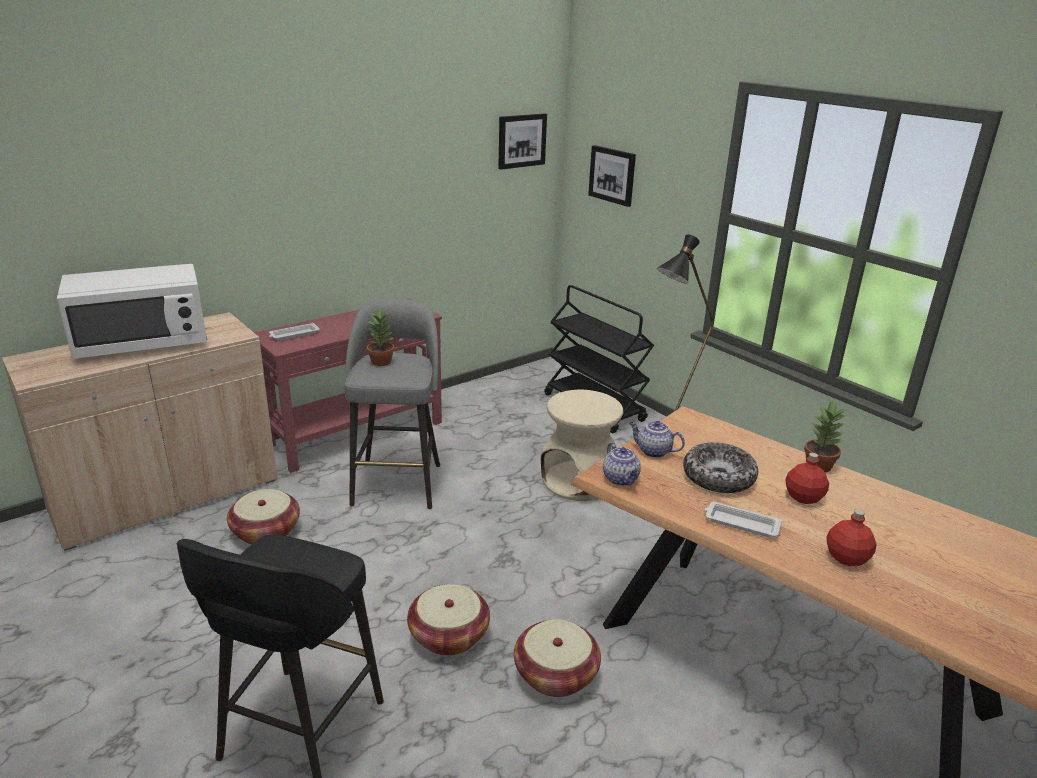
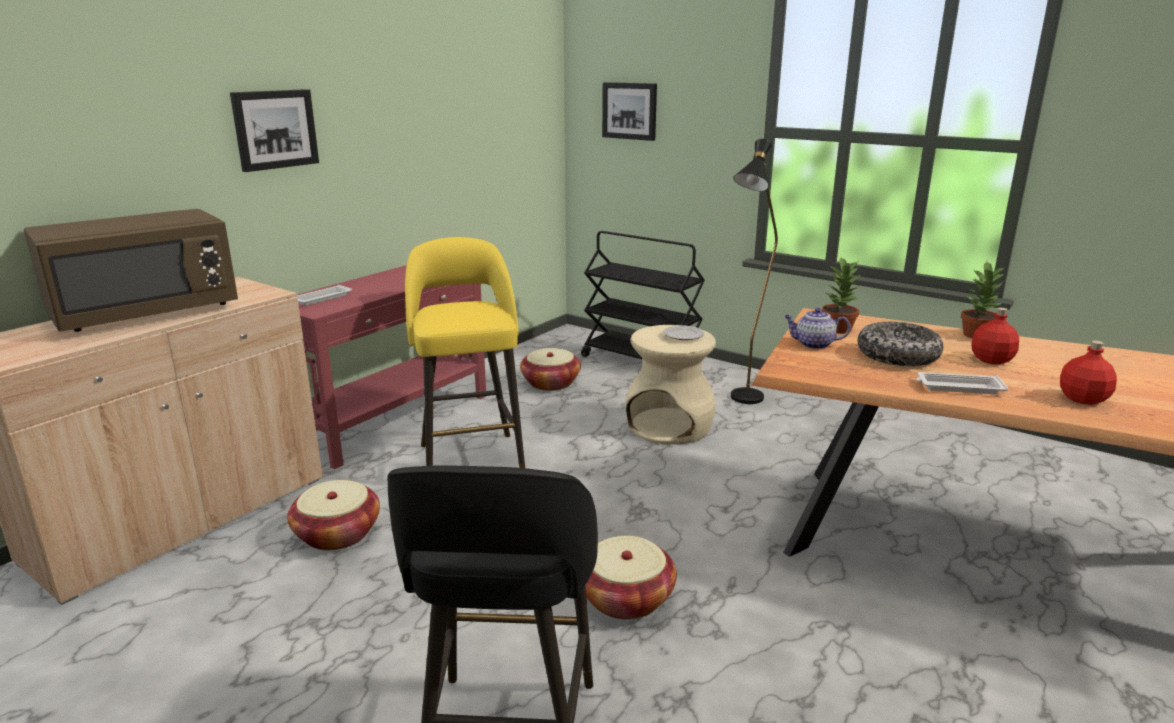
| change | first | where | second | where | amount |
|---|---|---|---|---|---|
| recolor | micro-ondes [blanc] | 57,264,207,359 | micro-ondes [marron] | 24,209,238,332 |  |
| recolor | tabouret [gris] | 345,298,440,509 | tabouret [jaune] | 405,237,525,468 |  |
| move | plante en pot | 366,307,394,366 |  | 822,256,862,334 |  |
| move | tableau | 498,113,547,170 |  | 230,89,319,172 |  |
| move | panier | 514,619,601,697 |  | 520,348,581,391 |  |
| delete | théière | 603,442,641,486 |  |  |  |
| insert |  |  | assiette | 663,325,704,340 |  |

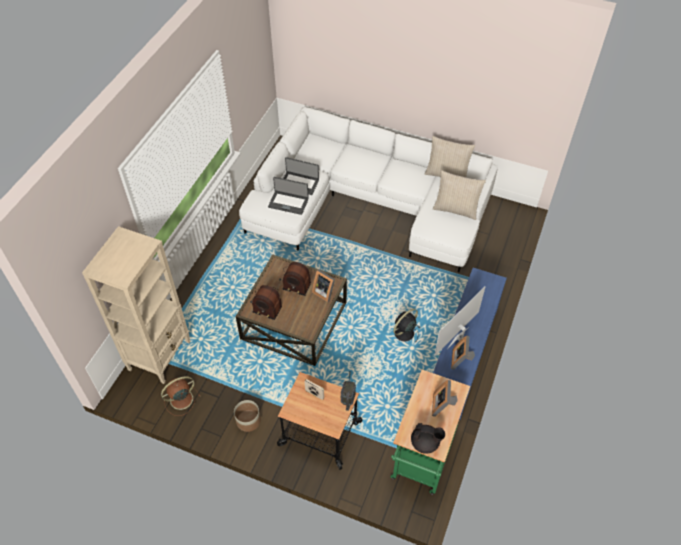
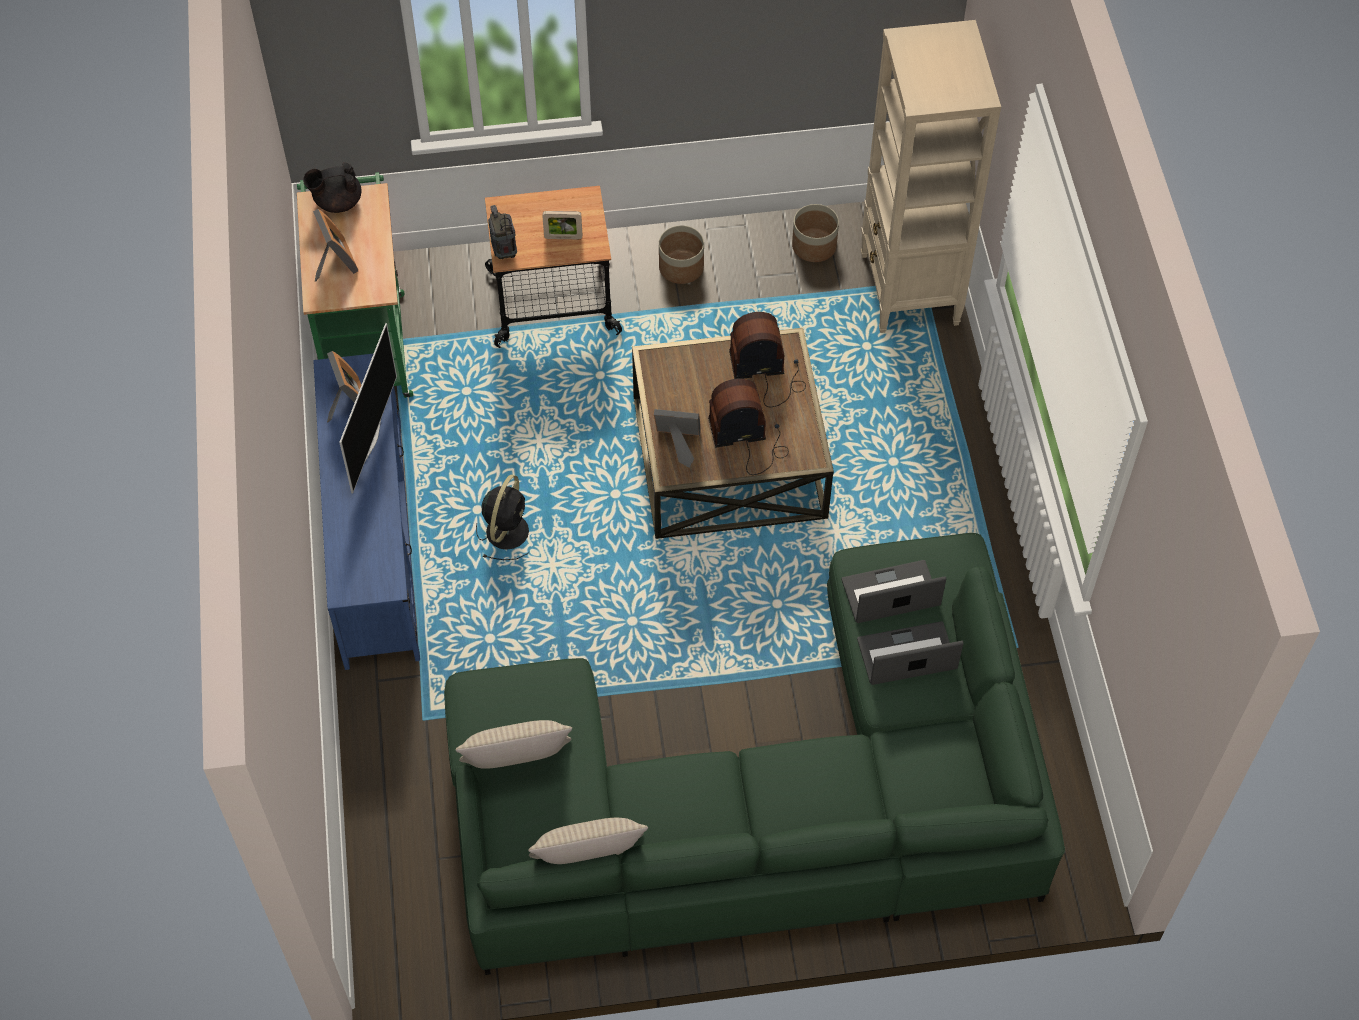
| change | first | where | second | where | amount |
|---|---|---|---|---|---|
| replace | ventilateur [marron] | 161,376,200,416 | cache-pot | 792,204,839,262 |  |
| recolor | canapé [blanc] | 239,107,498,272 | canapé [vert] | 444,533,1065,975 |  |

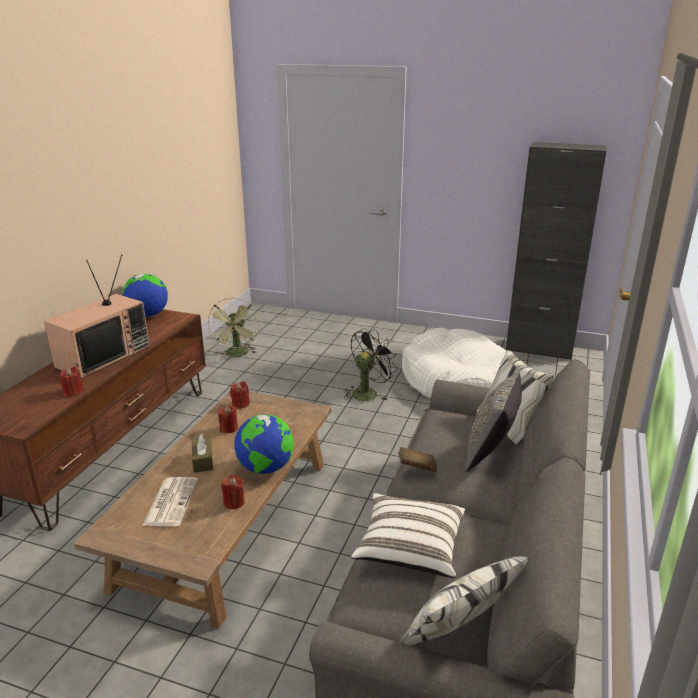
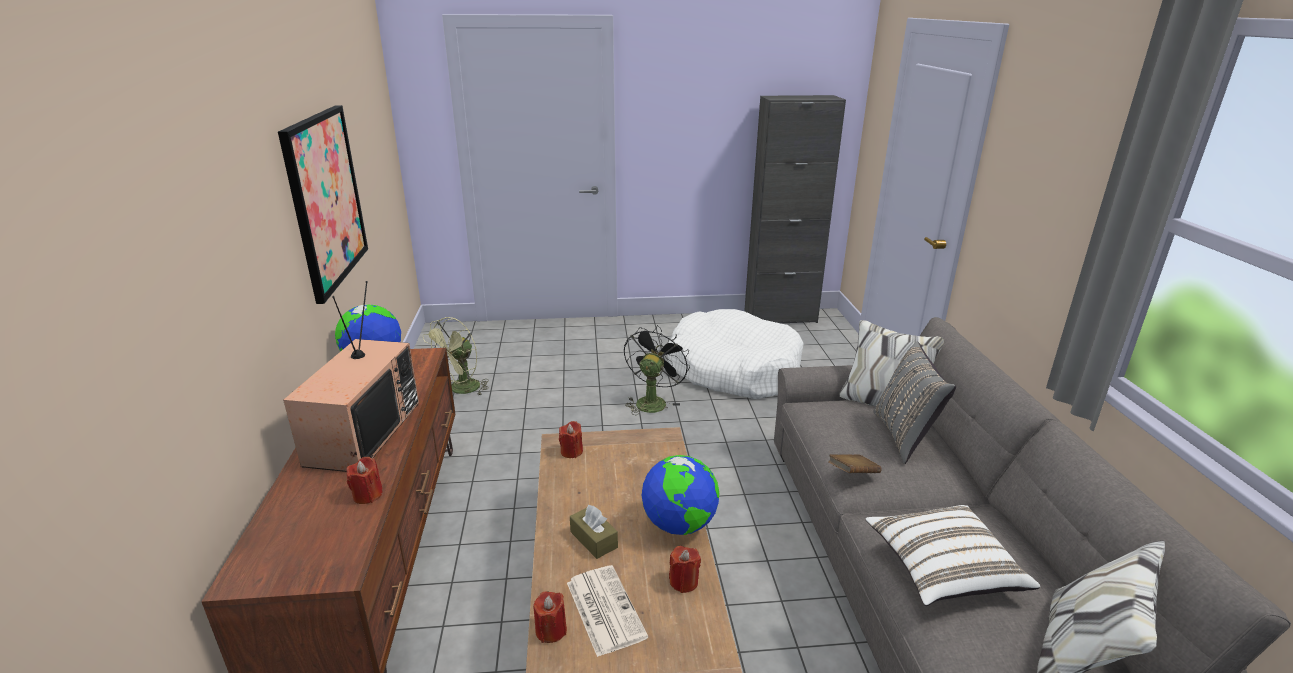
| change | first | where | second | where | amount |
|---|---|---|---|---|---|
| rotate | ventilateur [vert] | 208,297,260,357 |  | 423,317,489,395 | 60 degrees clockwise |
| move | bougie [rouge] | 218,405,238,433 |  | 533,591,567,643 |  |
| insert |  |  | tableau | 278,105,368,304 |  |

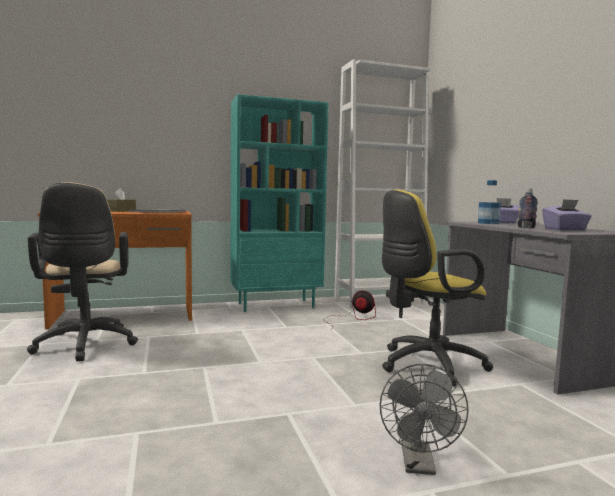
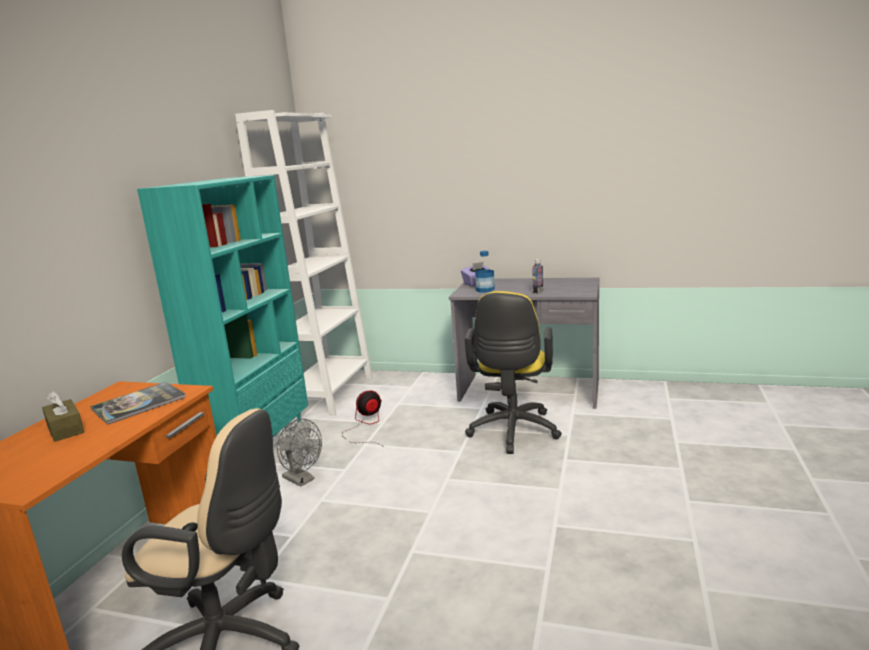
| change | first | where | second | where | amount |
|---|---|---|---|---|---|
| move | ventilateur [gris] | 379,364,469,475 |  | 277,419,322,487 |  |
| delete | boîte à mouchoirs [violet] | 542,199,592,231 |  |  |  |

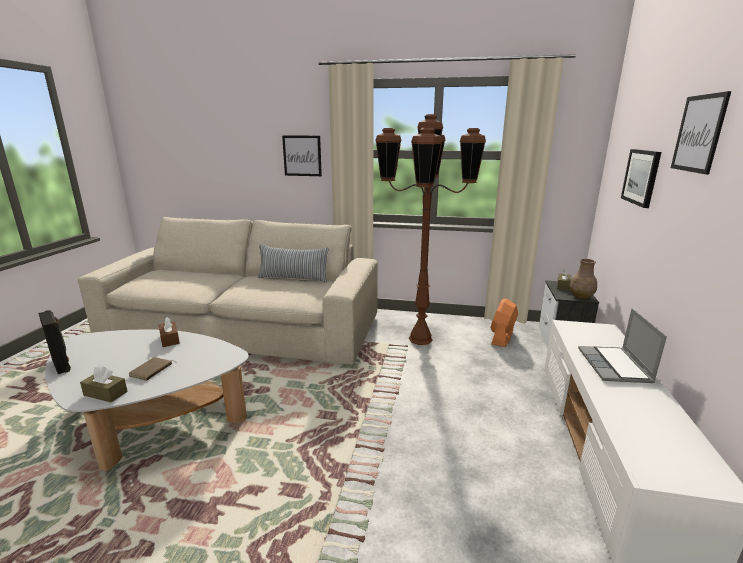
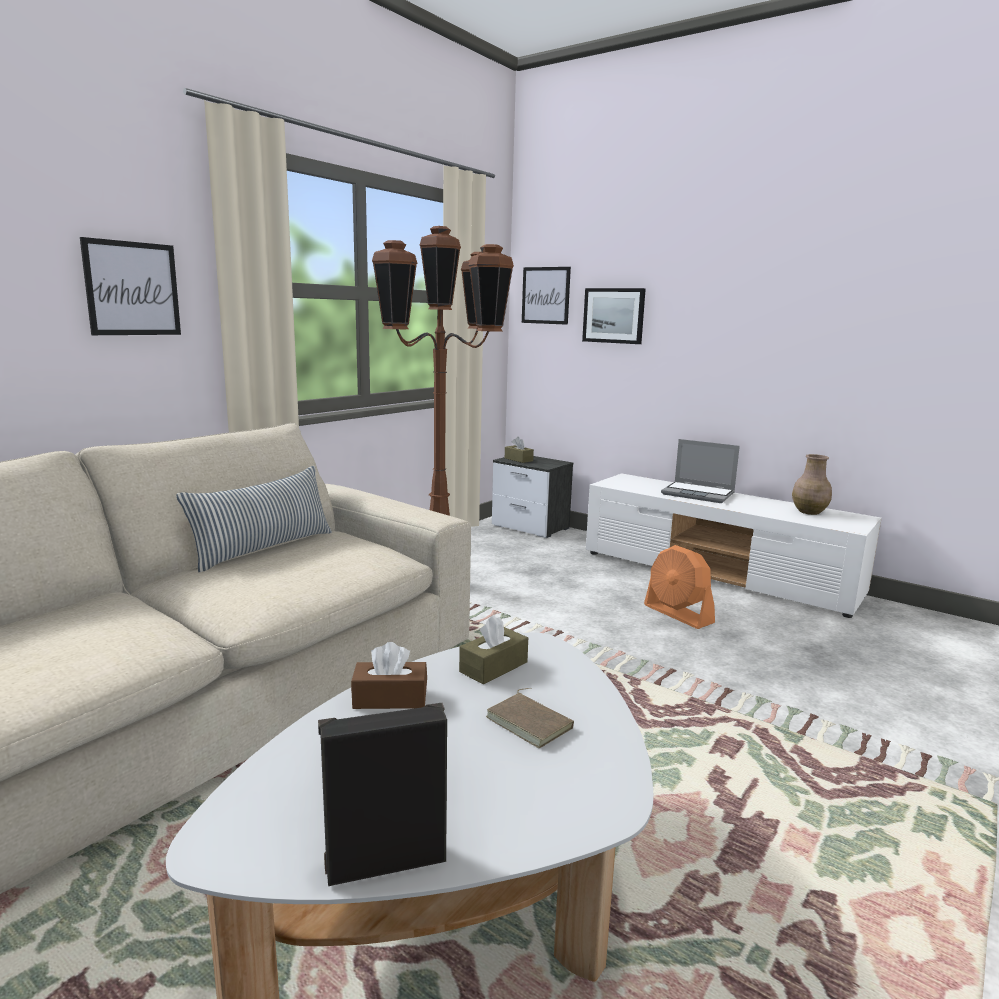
| change | first | where | second | where | amount |
|---|---|---|---|---|---|
| move | boîte à mouchoirs [marron] | 80,366,128,403 |  | 459,615,528,684 |  |
| move | ventilateur [orange] | 491,299,518,347 |  | 644,545,715,629 |  |
| move | vase [marron] | 570,259,597,300 |  | 792,454,832,515 |  |
| move | tableau | 671,91,731,175 |  | 522,267,571,325 |  |

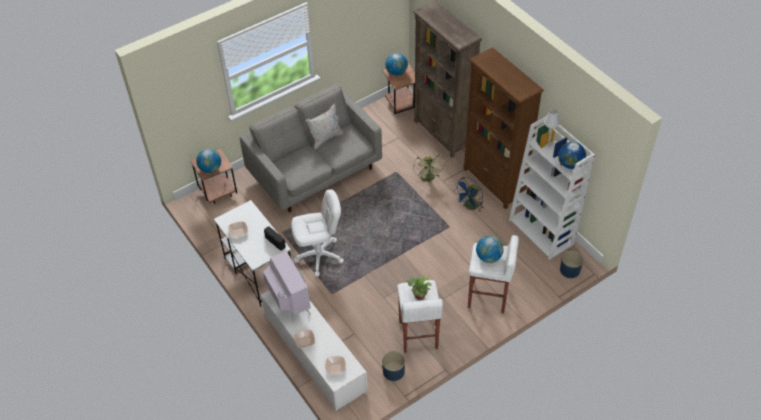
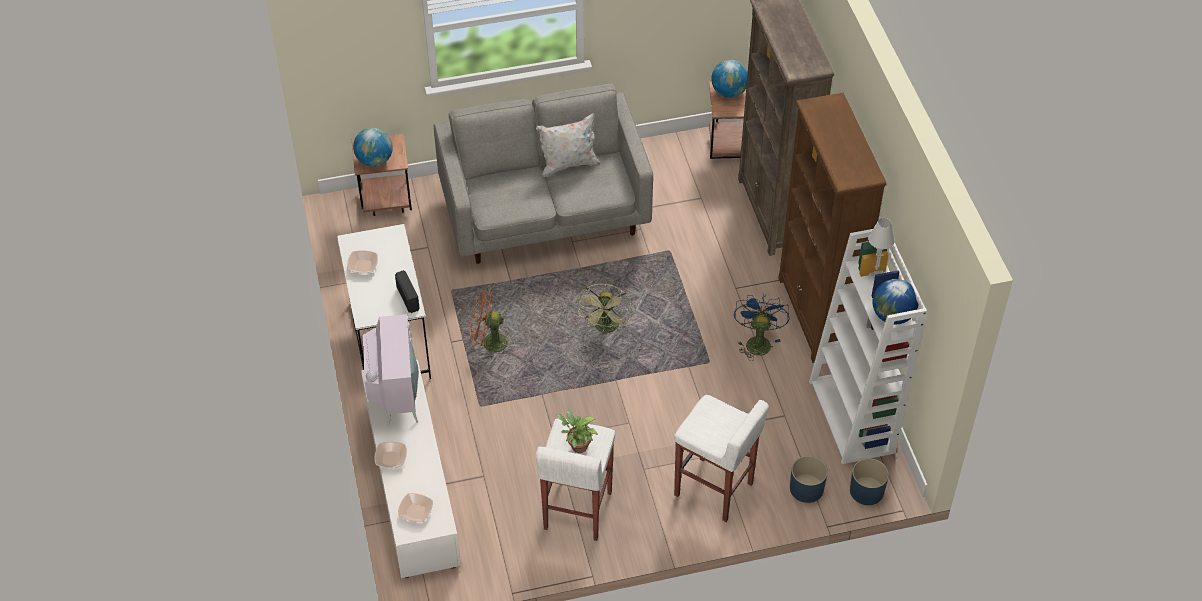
| change | first | where | second | where | amount |
|---|---|---|---|---|---|
| replace | chaise de bureau [blanc] | 291,189,344,276 | ventilateur [orange] | 470,291,511,358 |  |
| move | cache-pot [bleu] | 382,351,405,381 |  | 790,456,828,503 |  |
| move | ventilateur [vert] | 413,152,445,183 |  | 578,284,633,333 |  |
| rotate | ventilateur [bleu] | 454,177,484,212 |  | 734,294,790,361 | 120 degrees clockwise |
| delete | globe | 476,236,504,263 |  |  |  |

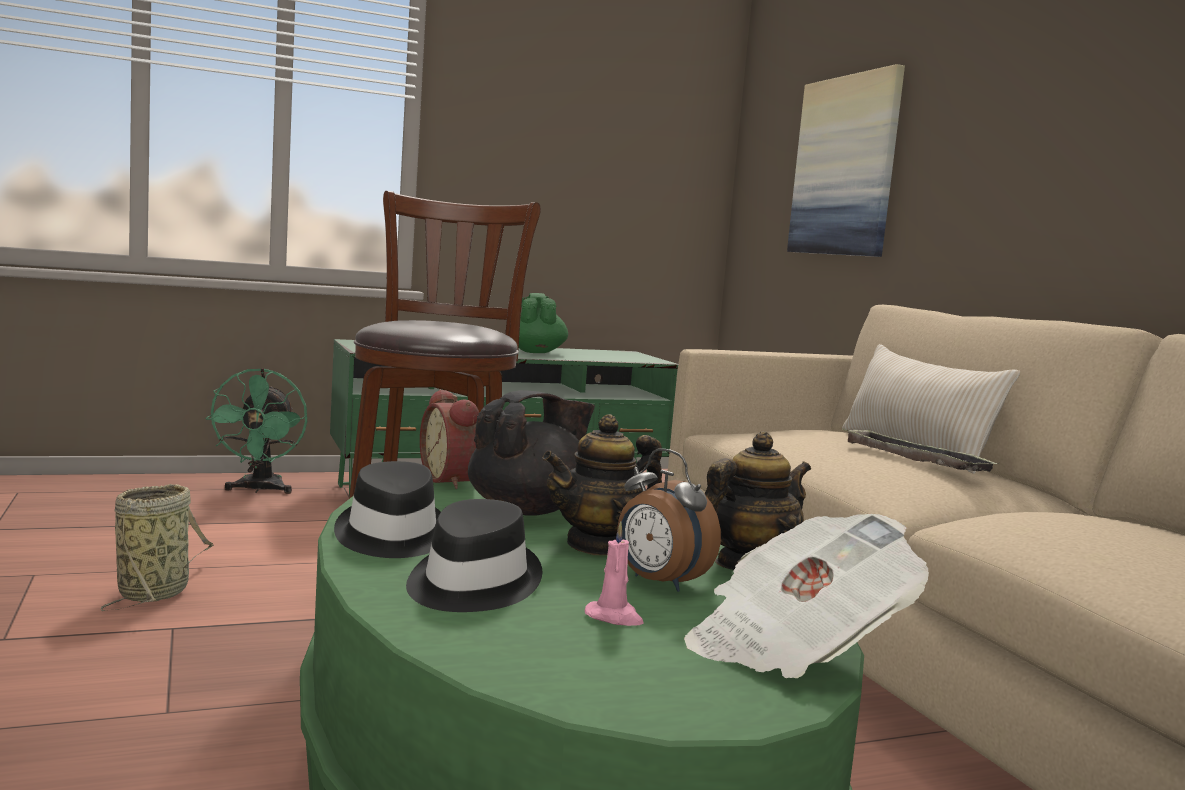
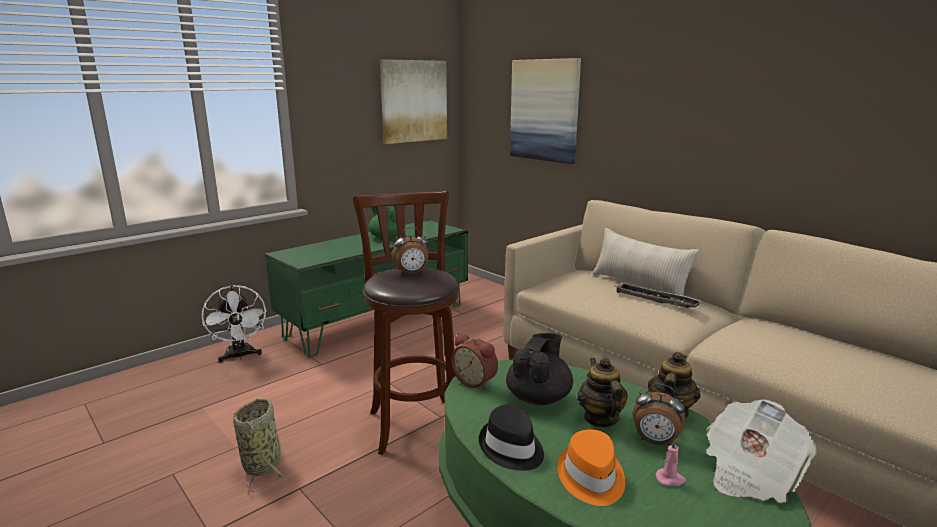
| change | first | where | second | where | amount |
|---|---|---|---|---|---|
| recolor | ventilateur [vert] | 205,368,307,494 | ventilateur [blanc] | 202,285,267,362 |  |
| recolor | chapeau [noir] | 406,499,542,612 | chapeau [orange] | 557,430,625,506 |  |
| rotate | théière | 542,414,662,555 |  | 577,357,628,428 | 135 degrees clockwise |
| insert |  |  | tableau | 380,59,447,144 |  |
| insert |  |  | réveil | 392,227,429,275 |  |

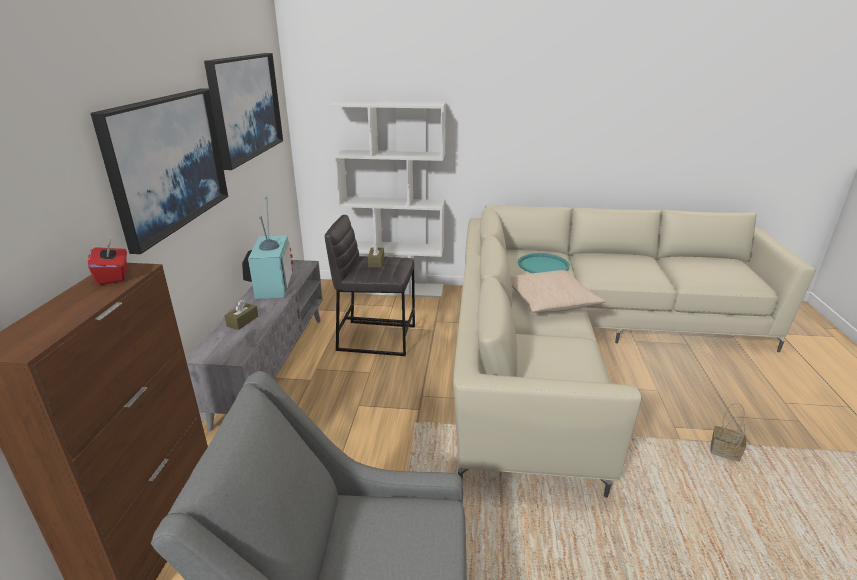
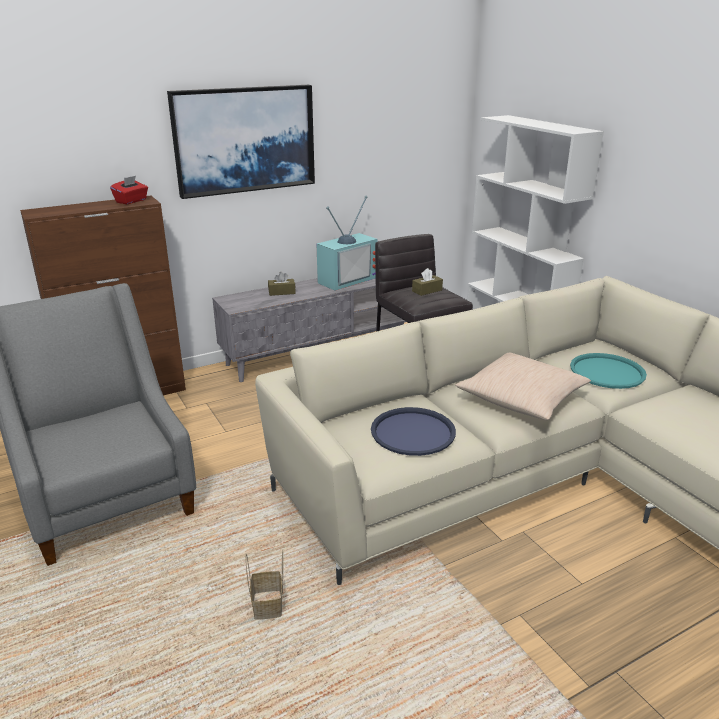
| change | first | where | second | where | amount |
|---|---|---|---|---|---|
| delete | tableau | 204,53,283,170 |  |  |  |
| move | panier | 710,403,747,462 |  | 245,550,283,620 |  |
| insert |  |  | plateau [bleu] | 371,407,456,456 |  |

